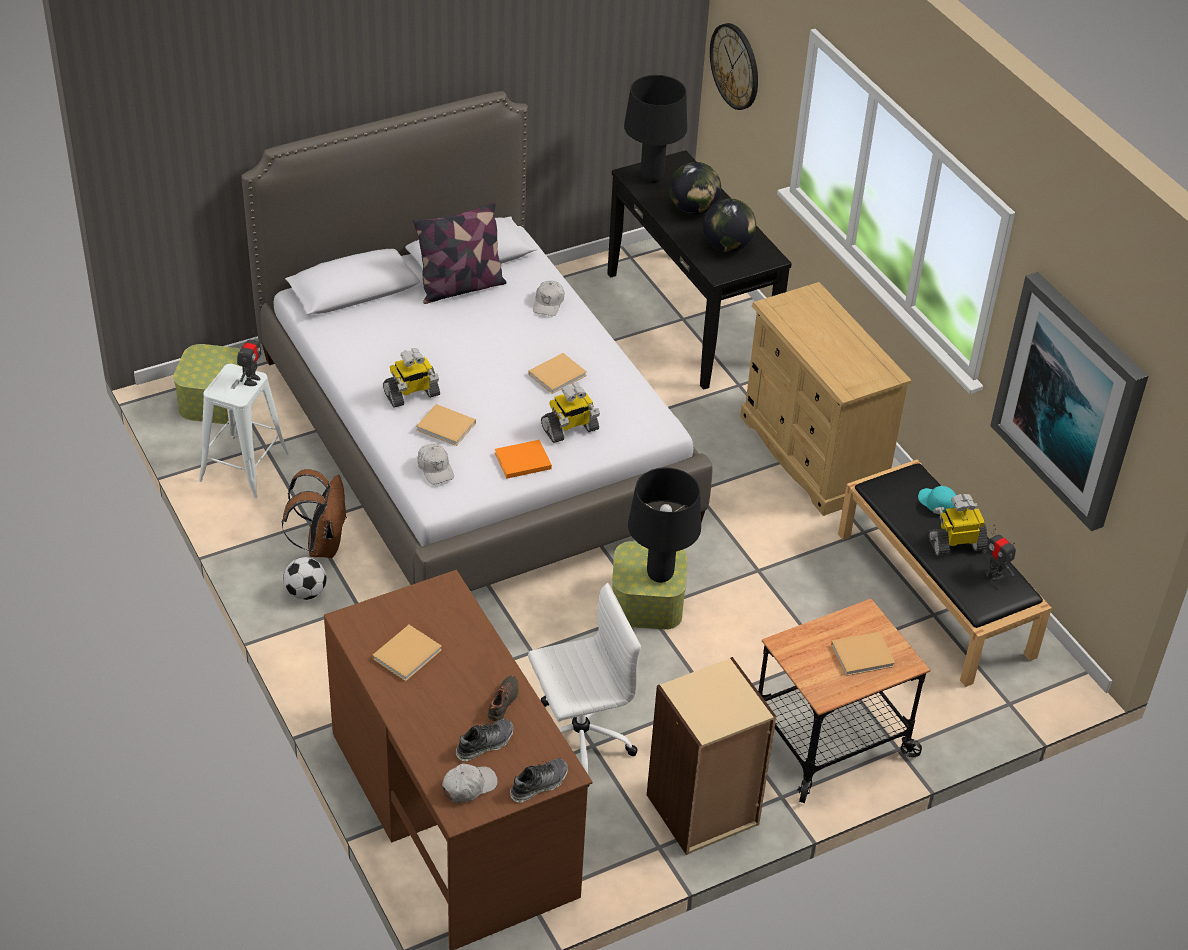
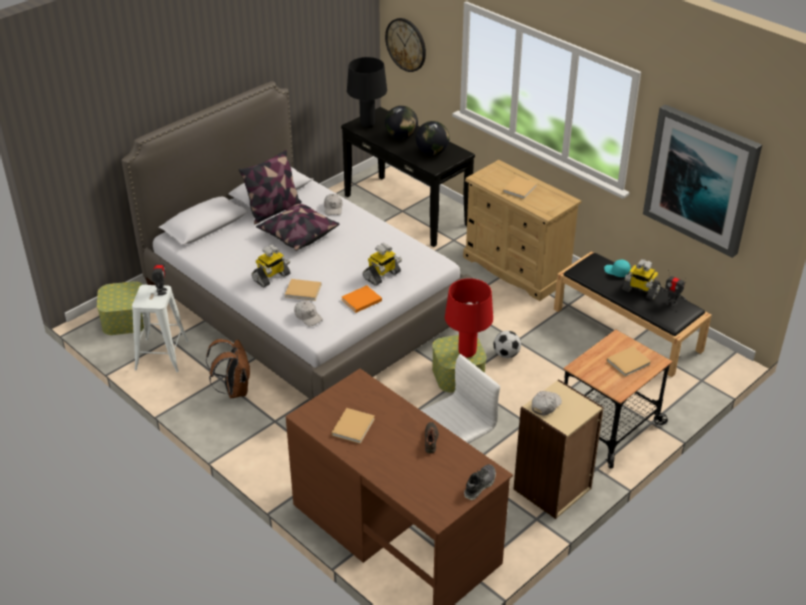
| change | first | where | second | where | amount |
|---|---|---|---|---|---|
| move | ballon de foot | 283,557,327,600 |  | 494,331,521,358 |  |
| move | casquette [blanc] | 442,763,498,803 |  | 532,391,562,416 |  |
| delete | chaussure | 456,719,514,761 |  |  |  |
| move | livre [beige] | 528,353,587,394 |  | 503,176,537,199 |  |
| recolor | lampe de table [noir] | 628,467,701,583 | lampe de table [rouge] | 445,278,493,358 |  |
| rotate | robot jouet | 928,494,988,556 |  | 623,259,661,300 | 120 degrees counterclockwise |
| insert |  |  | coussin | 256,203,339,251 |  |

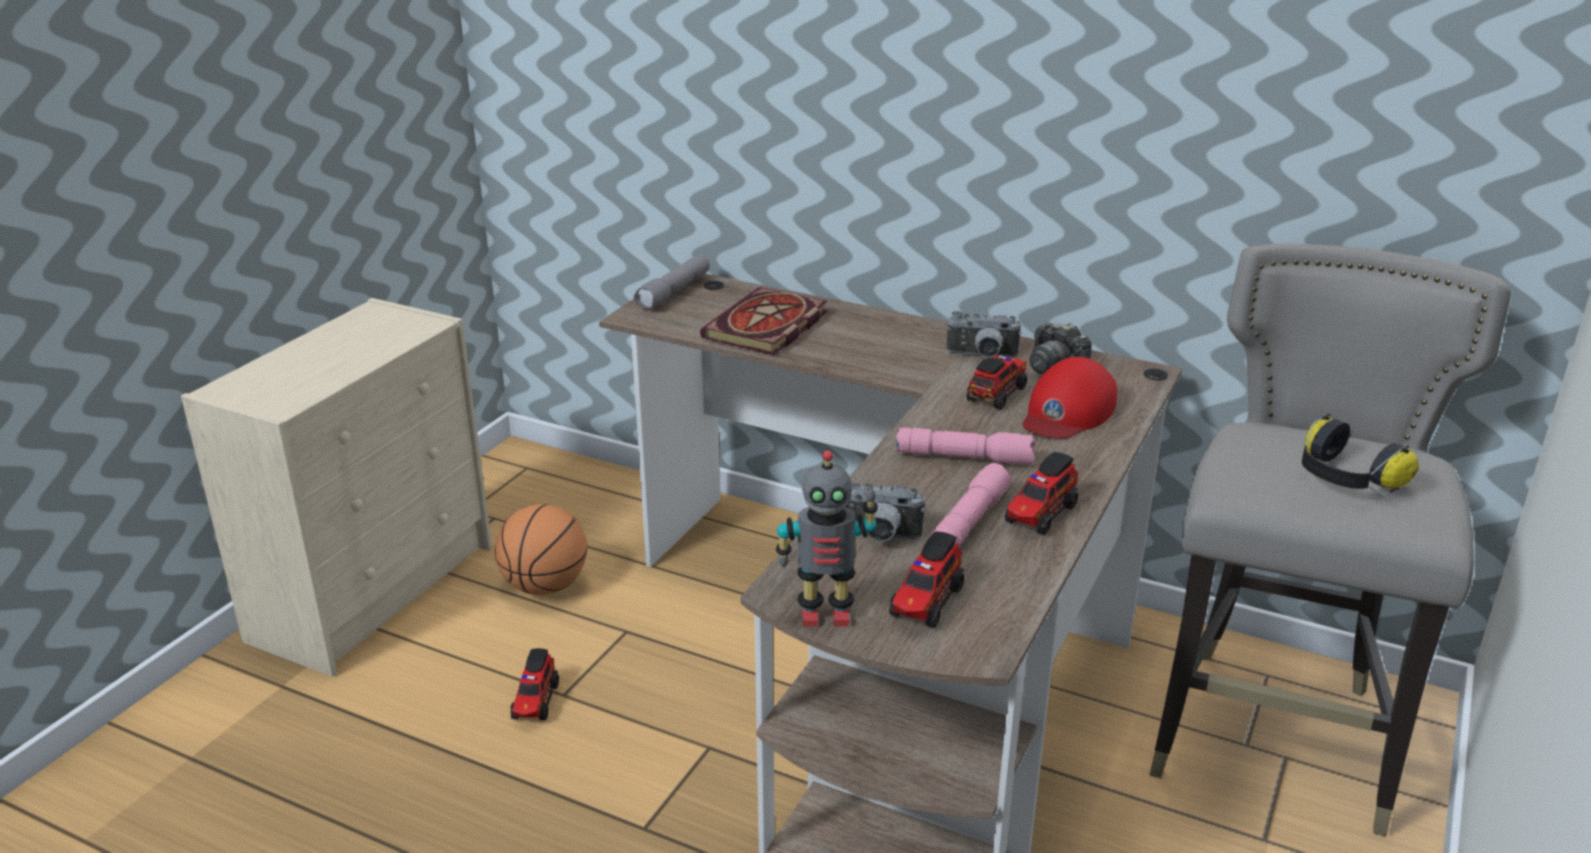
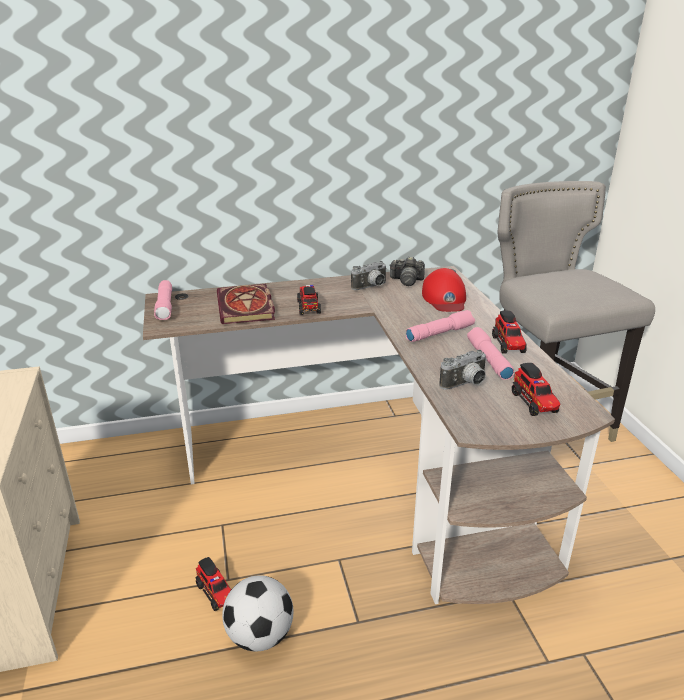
| change | first | where | second | where | amount |
|---|---|---|---|---|---|
| delete | ballon de basket | 495,504,587,595 |  |  |  |
| recolor | lampe de poche [gris] | 633,255,709,309 | lampe de poche [rose] | 154,280,172,320 |  |
| delete | robot jouet | 776,450,878,627 |  |  |  |
| move | camion jouet | 966,356,1027,410 |  | 297,285,321,315 |  |
| delete | casque audio | 1302,414,1419,497 |  |  |  |
| insert |  |  | ballon de foot | 222,575,293,651 |  |

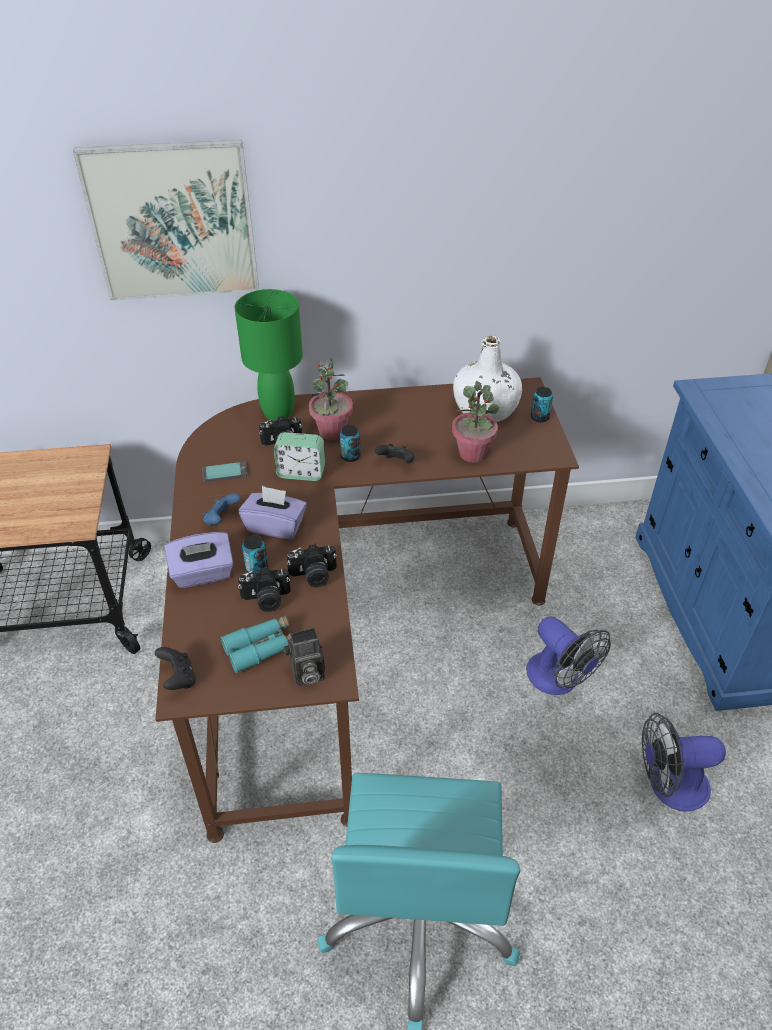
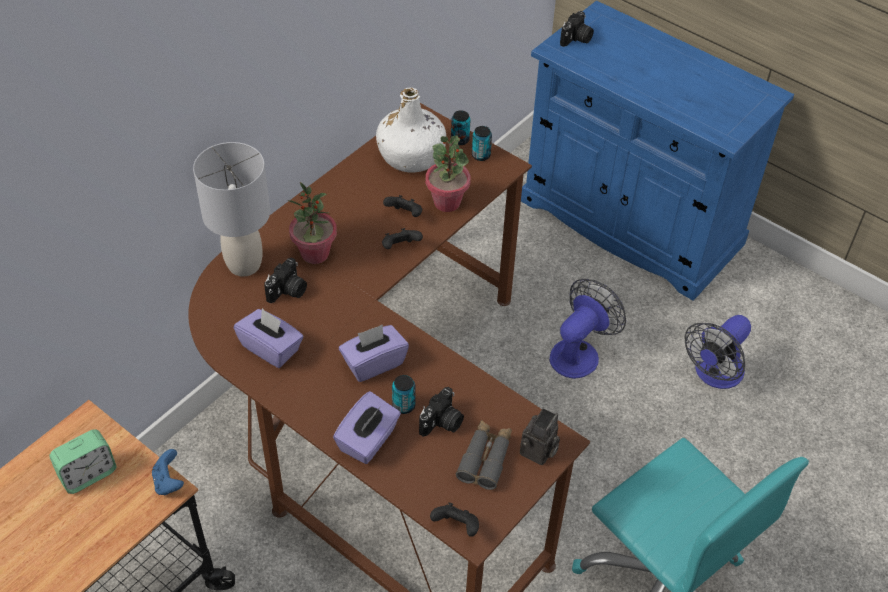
| change | first | where | second | where | amount |
|---|---|---|---|---|---|
| delete | tableau | 73,140,259,300 |  |  |  |
| replace | téléphone | 202,462,247,482 | boîte à mouchoirs [violet] | 234,308,304,368 |  |
| move | manette [bleu] | 203,493,240,526 |  | 152,449,184,495 |  |
| recolor | jumelles [turquoise] | 221,615,291,673 | jumelles [gris] | 456,420,512,490 |  |
| recolor | lampe de table [vert] | 235,289,303,421 | lampe de table [gris] | 193,142,270,277 |  |
| move | réveil | 274,432,325,481 |  | 49,429,116,494 |  |
| move | appareil photo | 286,544,337,587 |  | 560,11,594,47 |  |
| move | boîte métallique | 340,425,361,462 |  | 472,126,492,161 |  |
| rotate | ventilateur | 526,617,611,695 |  | 550,279,626,379 | 60 degrees counterclockwise |
| insert |  |  | manette [noir] | 383,195,422,217 |  |

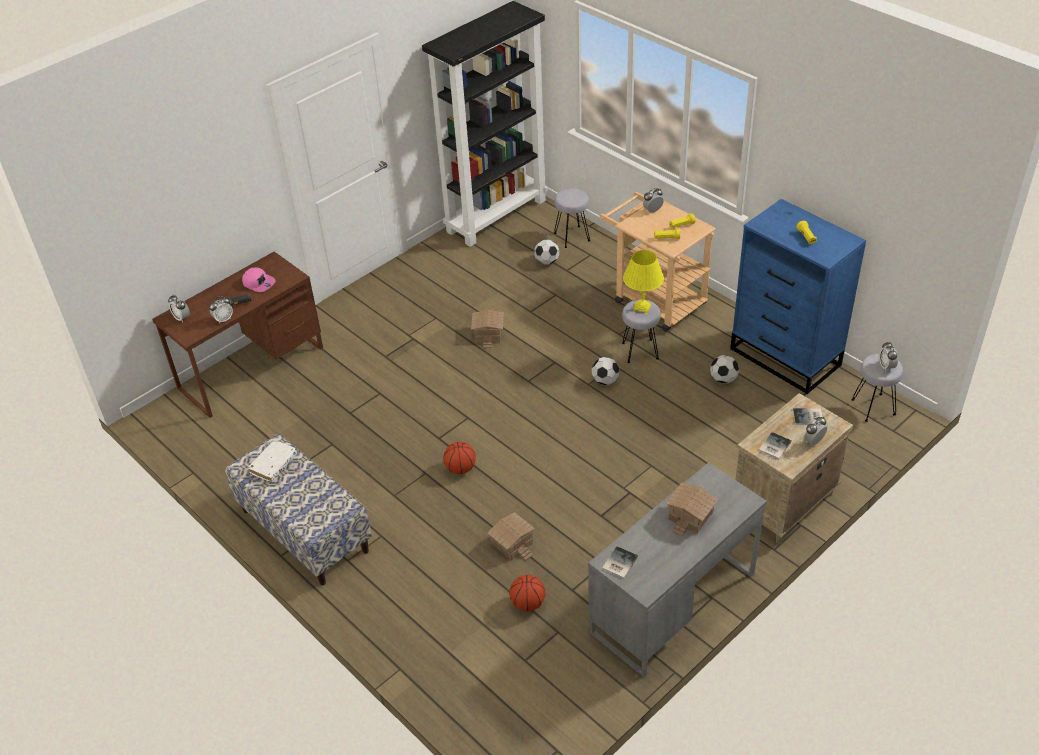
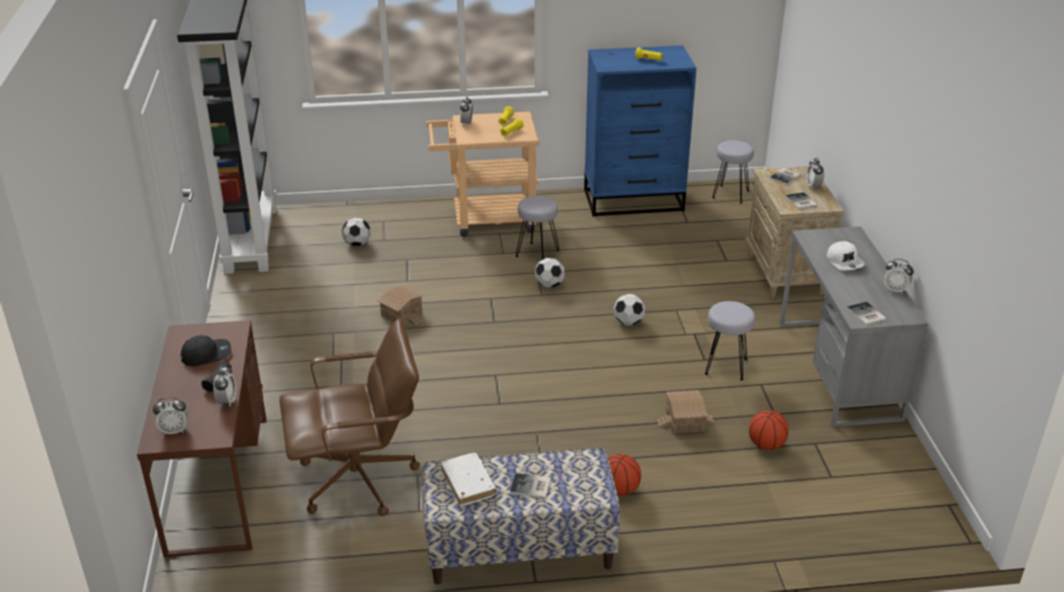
| change | first | where | second | where | amount |
|---|---|---|---|---|---|
| recolor | casquette [rose] | 242,267,276,292 | casquette [noir] | 181,335,231,366 |  |
| move | ballon de basket | 443,442,476,474 |  | 608,454,641,496 |  |
| move | tabouret [gris] | 554,188,590,248 |  | 705,301,755,380 |  |
| delete | lampe de table [jaune] | 623,250,664,314 |  |  |  |
| replace | maison miniature | 665,482,719,536 | casquette [blanc] | 827,241,865,270 |  |
| move | ballon de foot | 710,355,739,383 |  | 613,294,646,326 |  |
| move | réveil | 879,342,898,371 |  | 884,259,914,294 |  |
| insert |  |  | chaise de bureau [marron] | 280,318,420,516 |  |
| insert |  |  | livre | 510,473,551,499 |  |

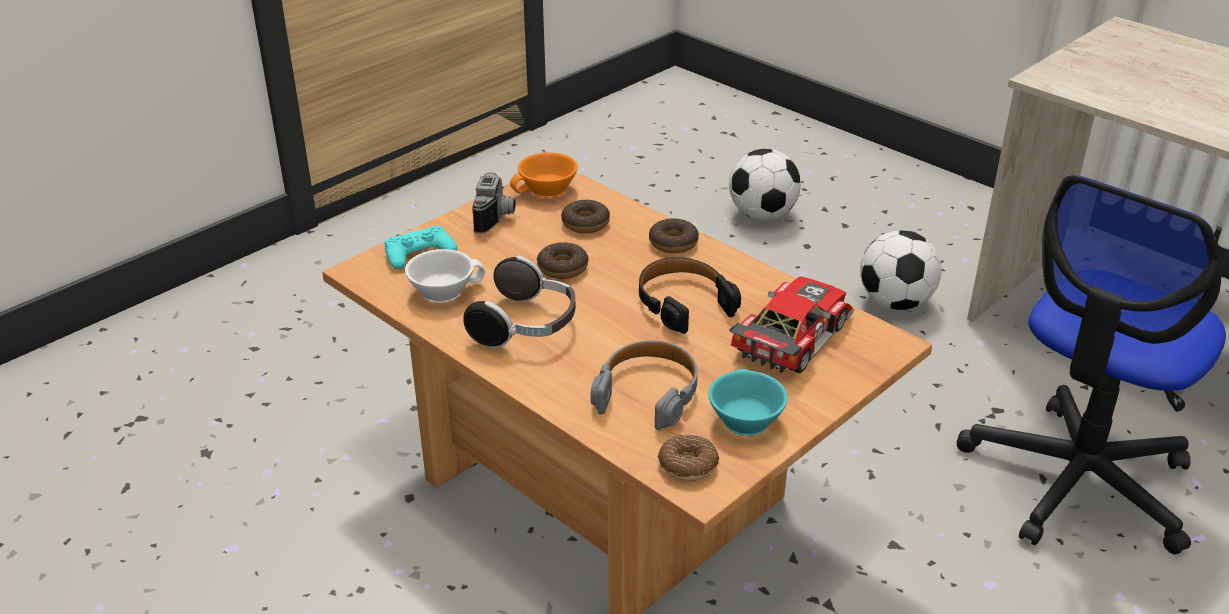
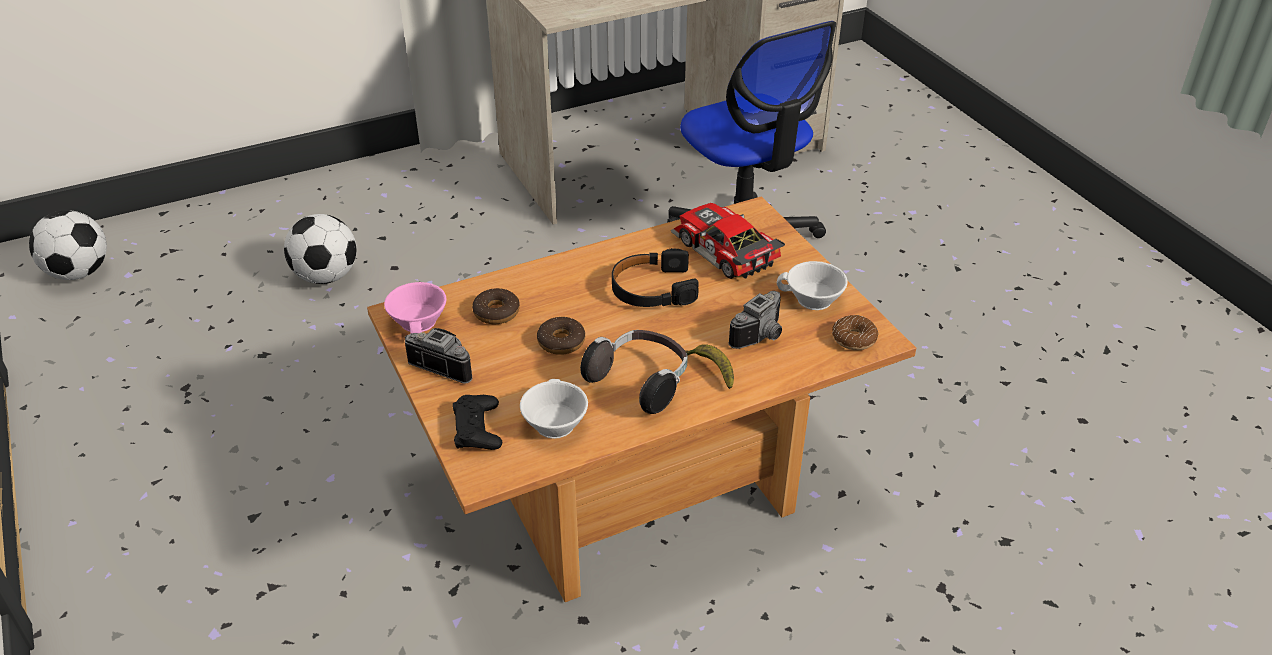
| change | first | where | second | where | amount |
|---|---|---|---|---|---|
| recolor | manette [turquoise] | 384,226,457,269 | manette [noir] | 452,395,503,450 |  |
| recolor | tasse [orange] | 510,153,578,198 | tasse [rose] | 384,282,446,334 |  |
| replace | casque audio [gris] | 590,340,698,430 | appareil photo | 728,291,782,349 |  |
| delete | beignet | 649,218,699,253 |  |  |  |
| recolor | tasse [turquoise] | 708,369,788,436 | tasse [blanc] | 777,261,848,310 |  |
| move | ballon de foot | 860,231,942,310 |  | 29,210,107,280 |  |
| insert |  |  | banane | 685,344,734,389 |  |

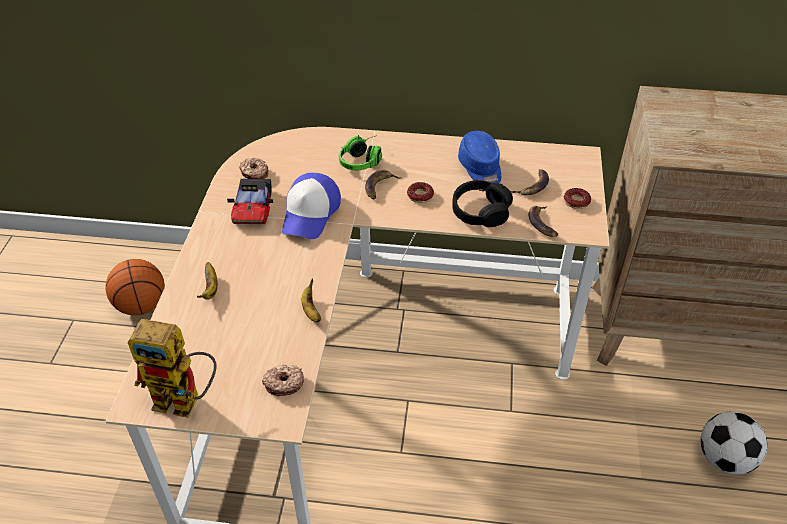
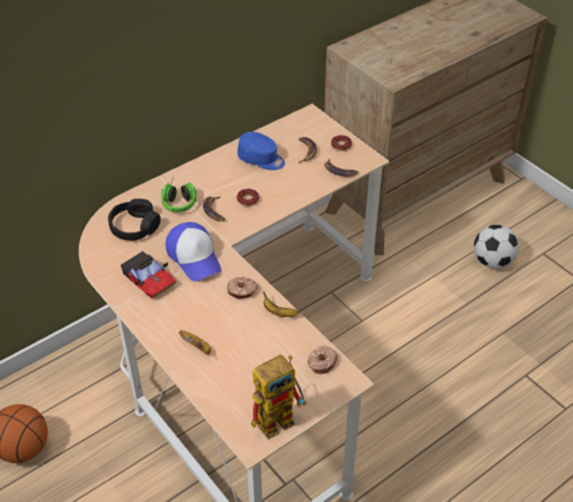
| change | first | where | second | where | amount |
|---|---|---|---|---|---|
| move | beignet | 239,158,268,179 |  | 227,277,257,299 |  |
| move | casque audio [noir] | 452,180,513,227 |  | 108,199,161,241 |  |

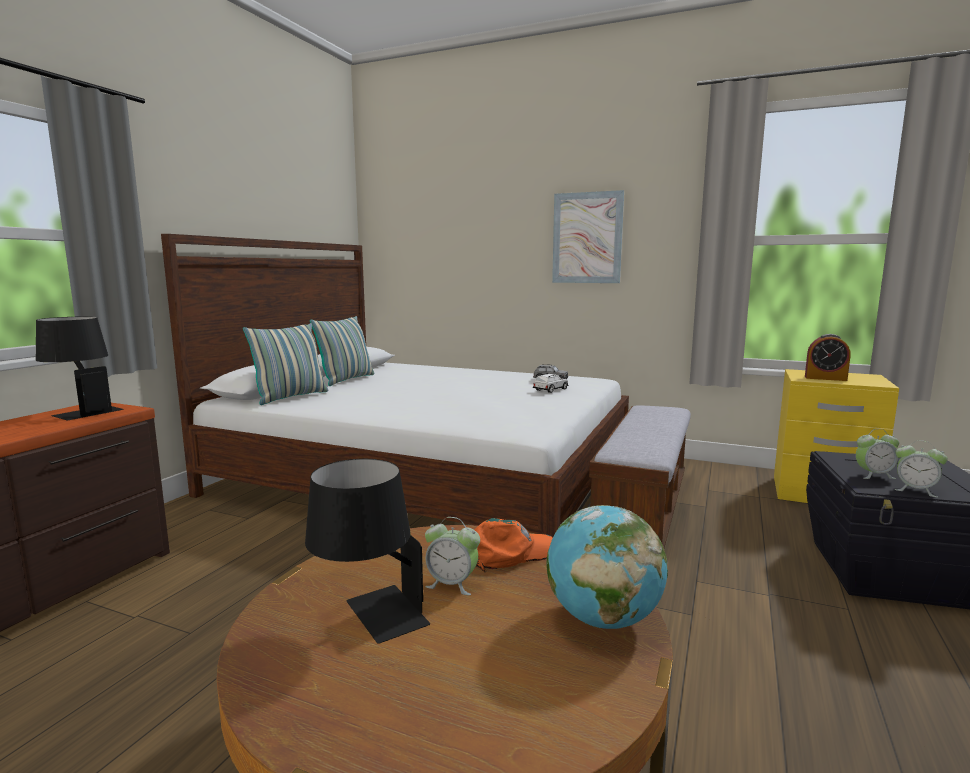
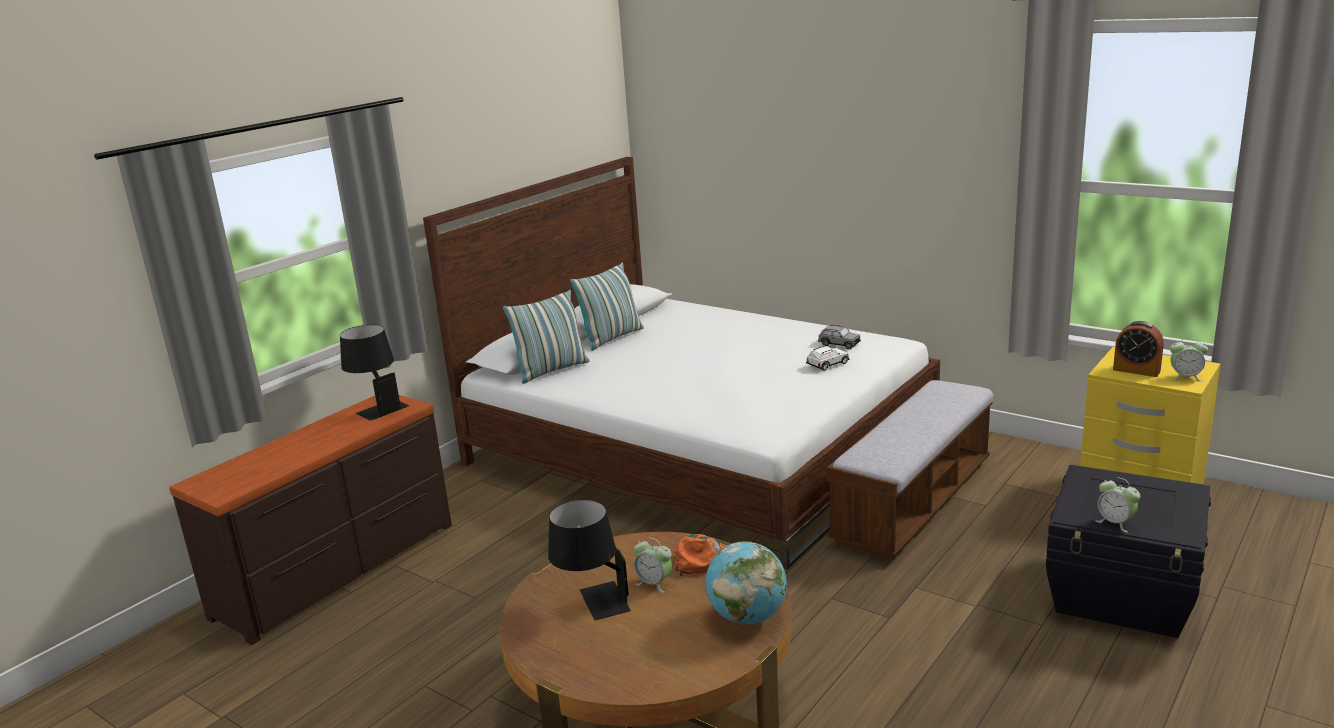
| change | first | where | second | where | amount |
|---|---|---|---|---|---|
| delete | tableau | 552,190,624,283 |  |  |  |
| move | réveil | 856,429,899,479 |  | 1170,337,1208,381 |  |

